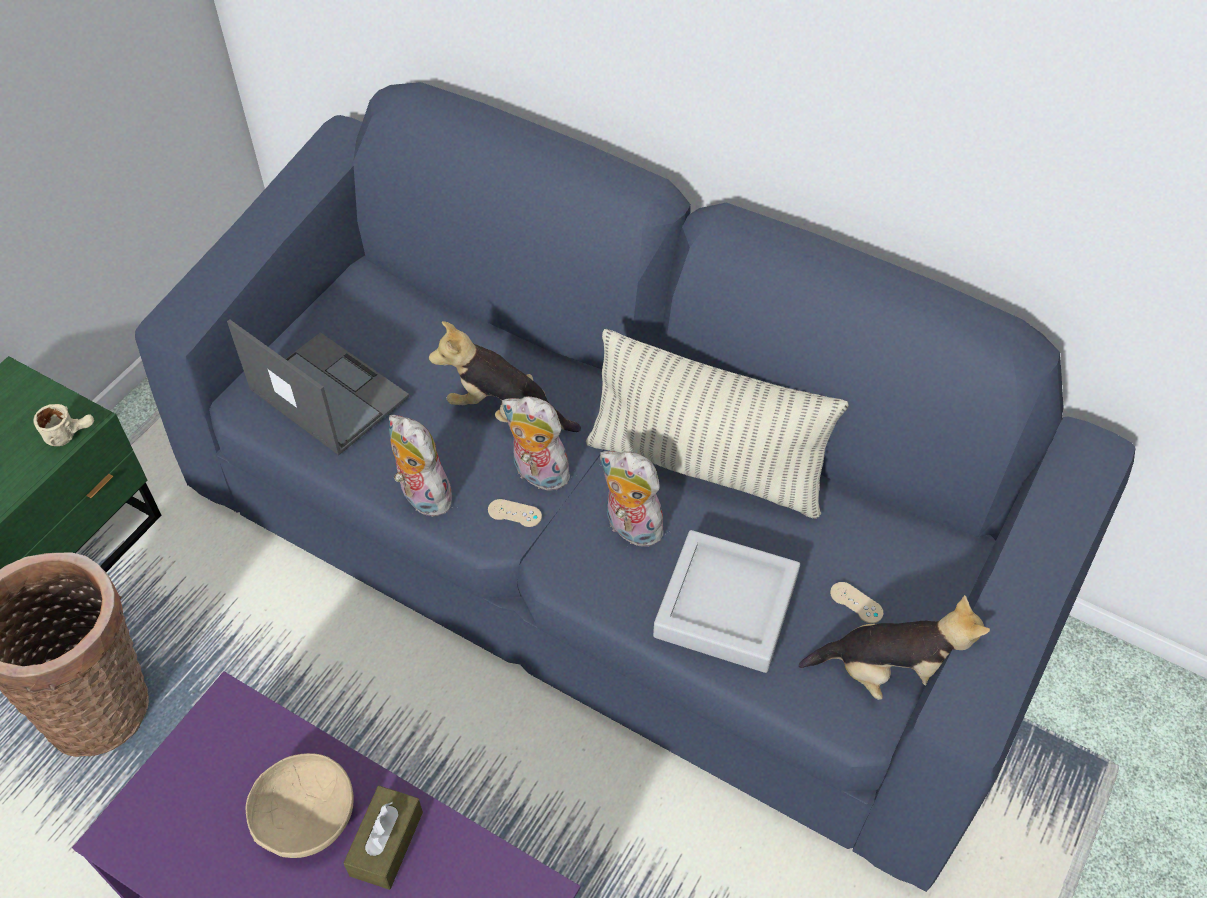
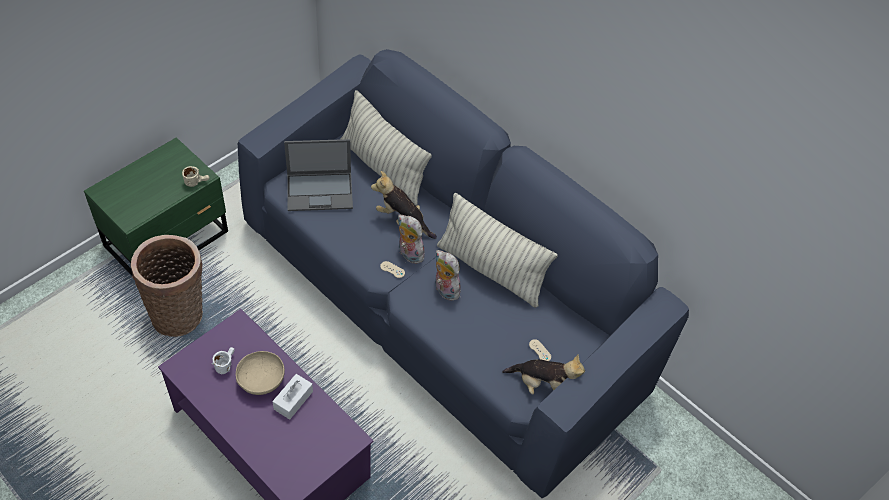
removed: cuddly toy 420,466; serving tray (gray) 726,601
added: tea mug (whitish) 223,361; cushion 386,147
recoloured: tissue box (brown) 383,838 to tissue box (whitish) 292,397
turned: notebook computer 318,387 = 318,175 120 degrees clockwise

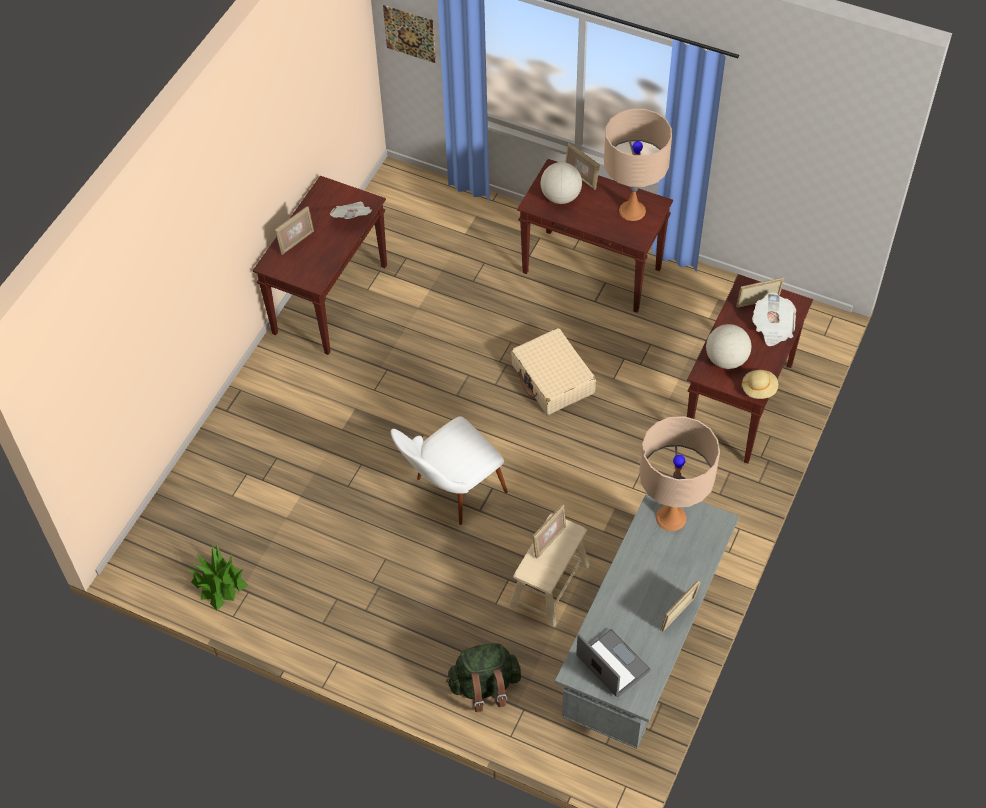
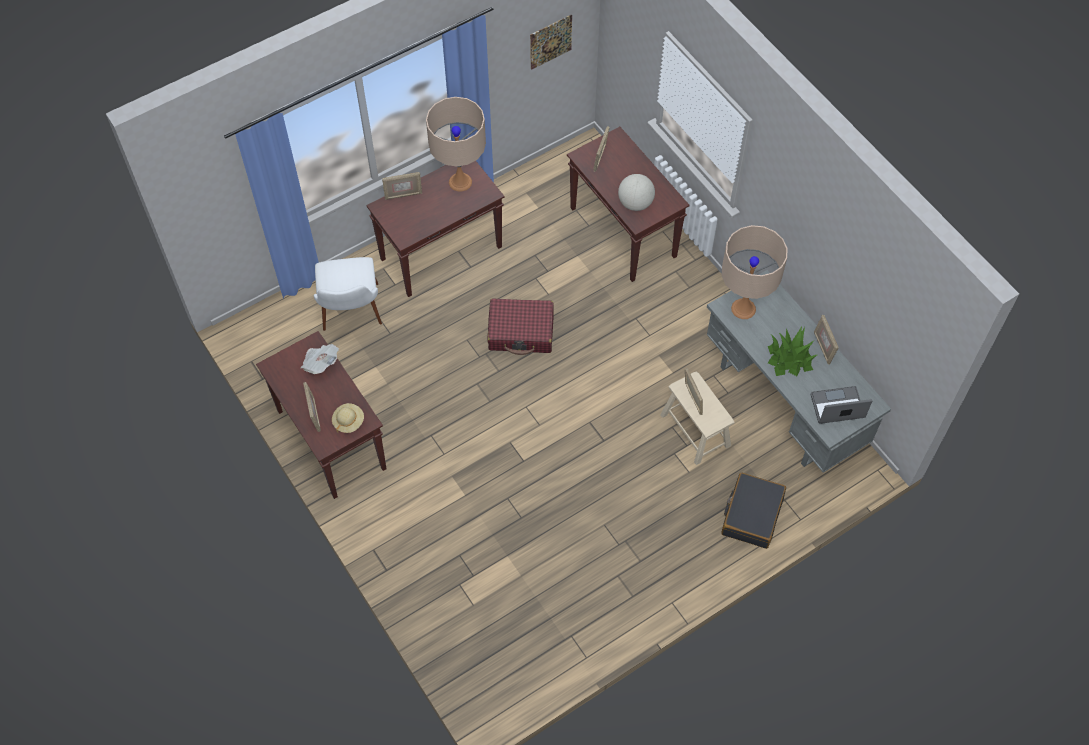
removed: desk globe 561,183; newspaper 774,319
moved: houseplant 217,577 to 792,351; wall picture 409,34 to 551,42; upright chair (whitish) 449,470 to 348,294; clothing hat (sand-coloured) 759,384 to 348,418
replaced: knapsack (green-coloured) 483,677 to suitcase (black-coloured) 753,510
recoloured: suitcase (sand-coloured) 553,371 to suitcase (red) 521,326

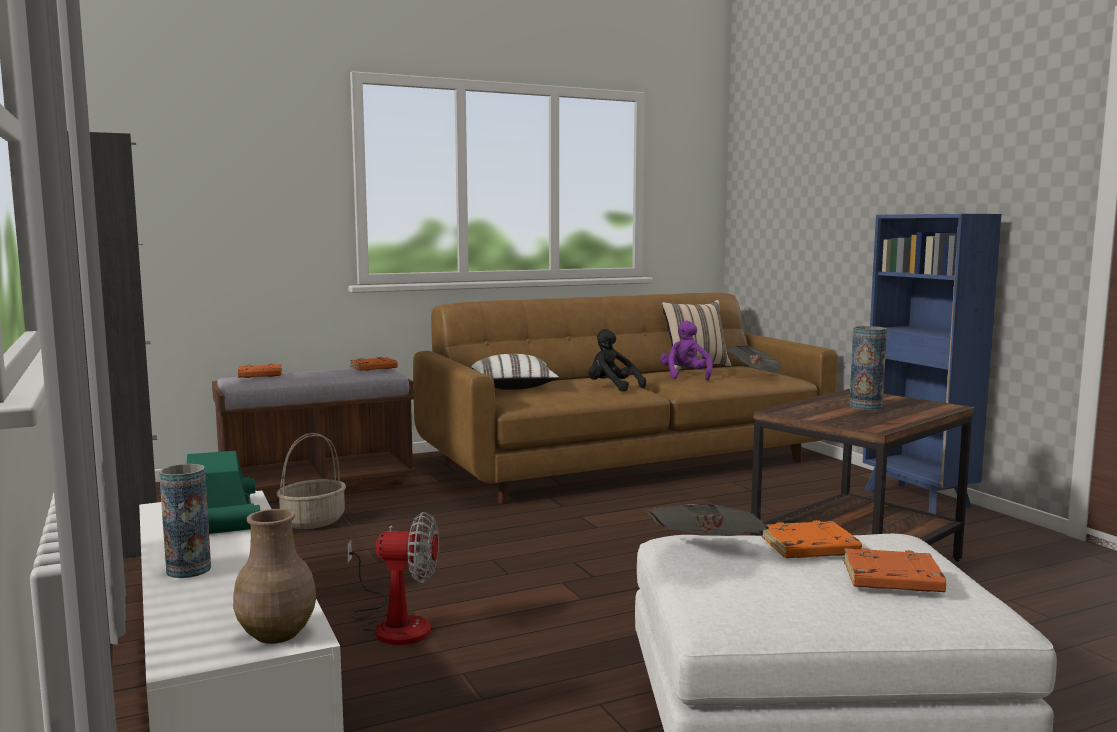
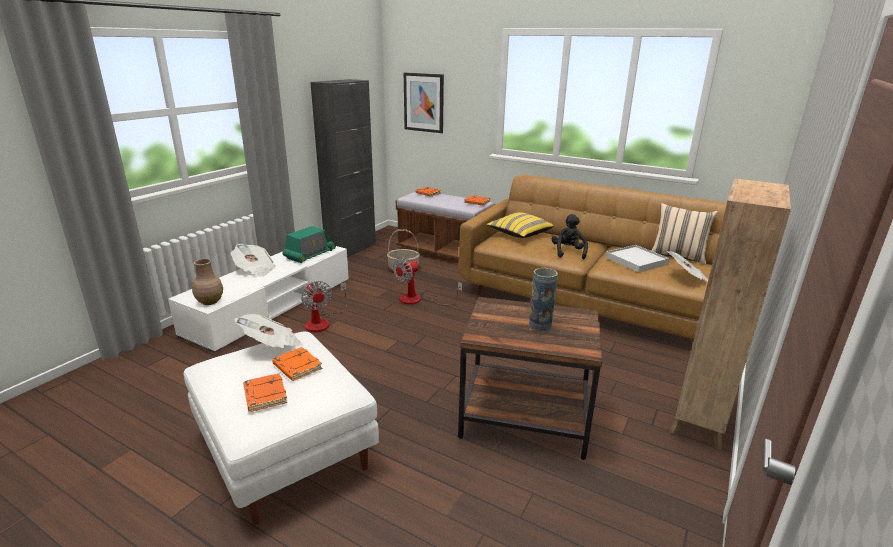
added: electric fan 427,281; wall picture 424,103
replaced: decorative vase 185,521 to newspaper 253,260; cuddly toy (purple-coloured) 686,350 to serving tray (whitish) 637,258
recoloured: cushion (whitish) 515,372 to cushion (yellow) 520,225; bookshelf (blue-coloured) 932,364 to bookshelf (brown) 730,313

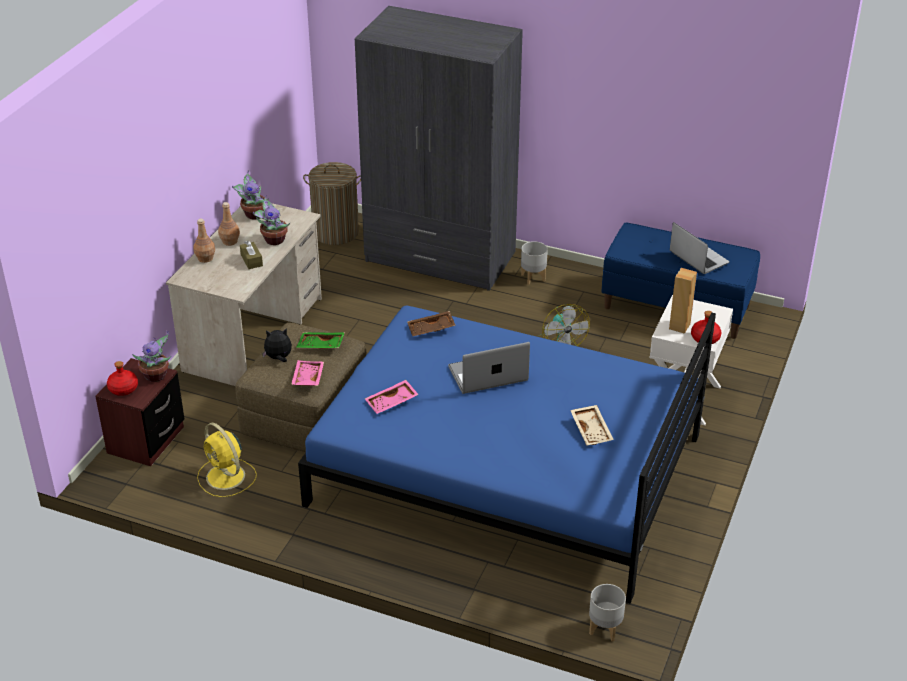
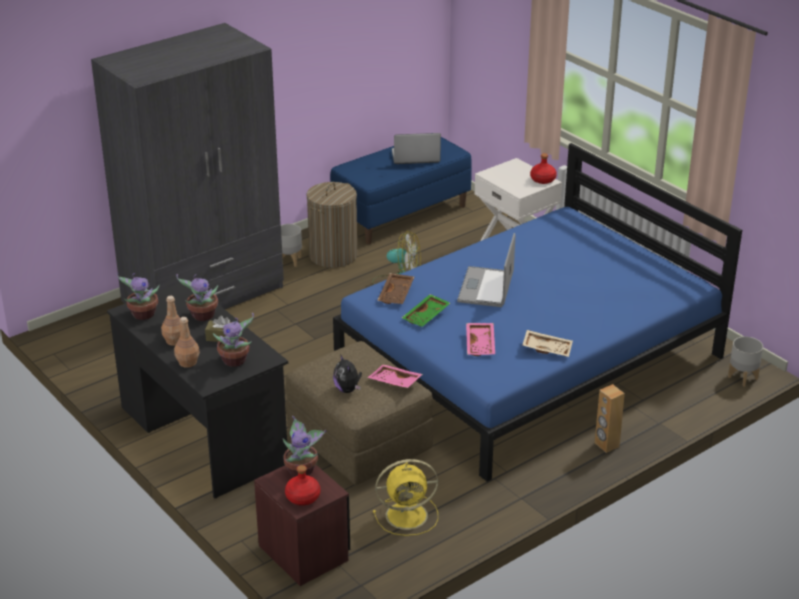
added: houseplant 233,340
moved: serving tray (green-coloured) 320,340 to 426,310; hamper 332,203 to 332,225; serving tray (sand-coloured) 592,425 to 547,343; audio speaker (brown) 683,301 to 610,418
recoloured: desk (sand-coloured) 244,294 to desk (black-coloured) 197,389
turned: cuddly toy 277,345 = 347,373 45 degrees counterclockwise

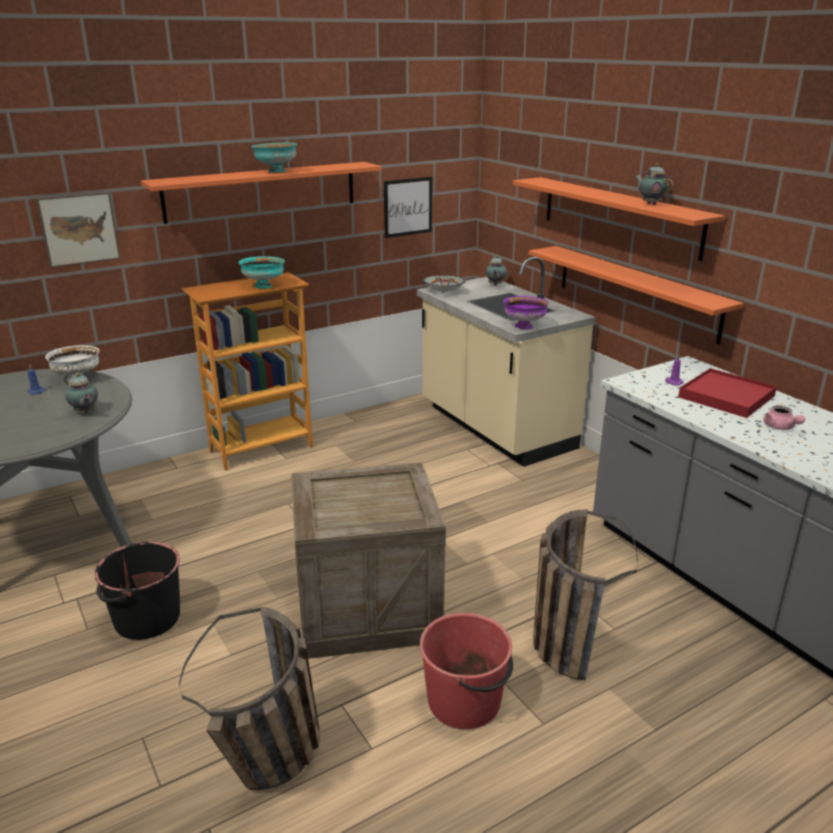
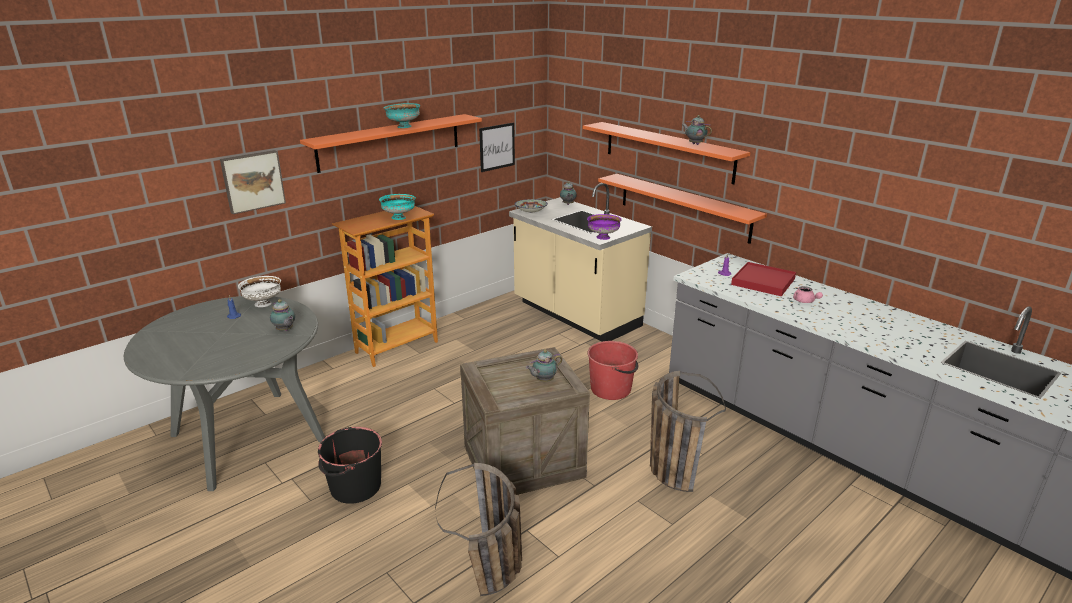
added: pot for tea 544,366
moved: bucket (red) 466,671 to 613,370

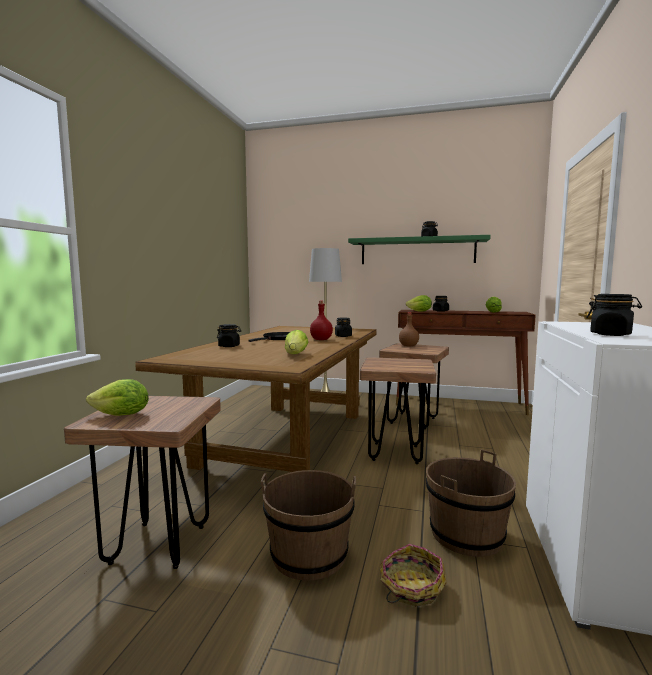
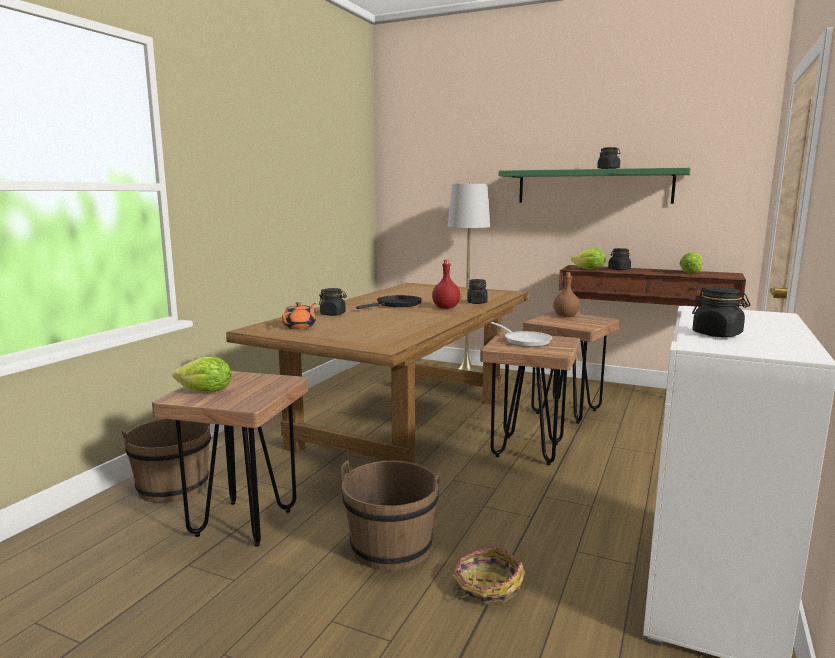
removed: head of lettuce 296,342
added: pot for tea (orange-coloured) 299,315; skillet 521,334
moved: bucket (brown) 471,503 to 166,461

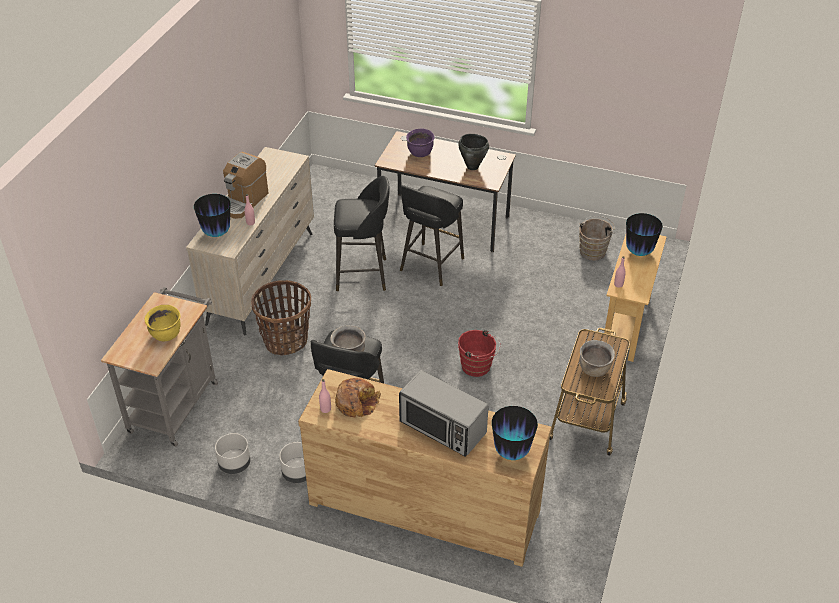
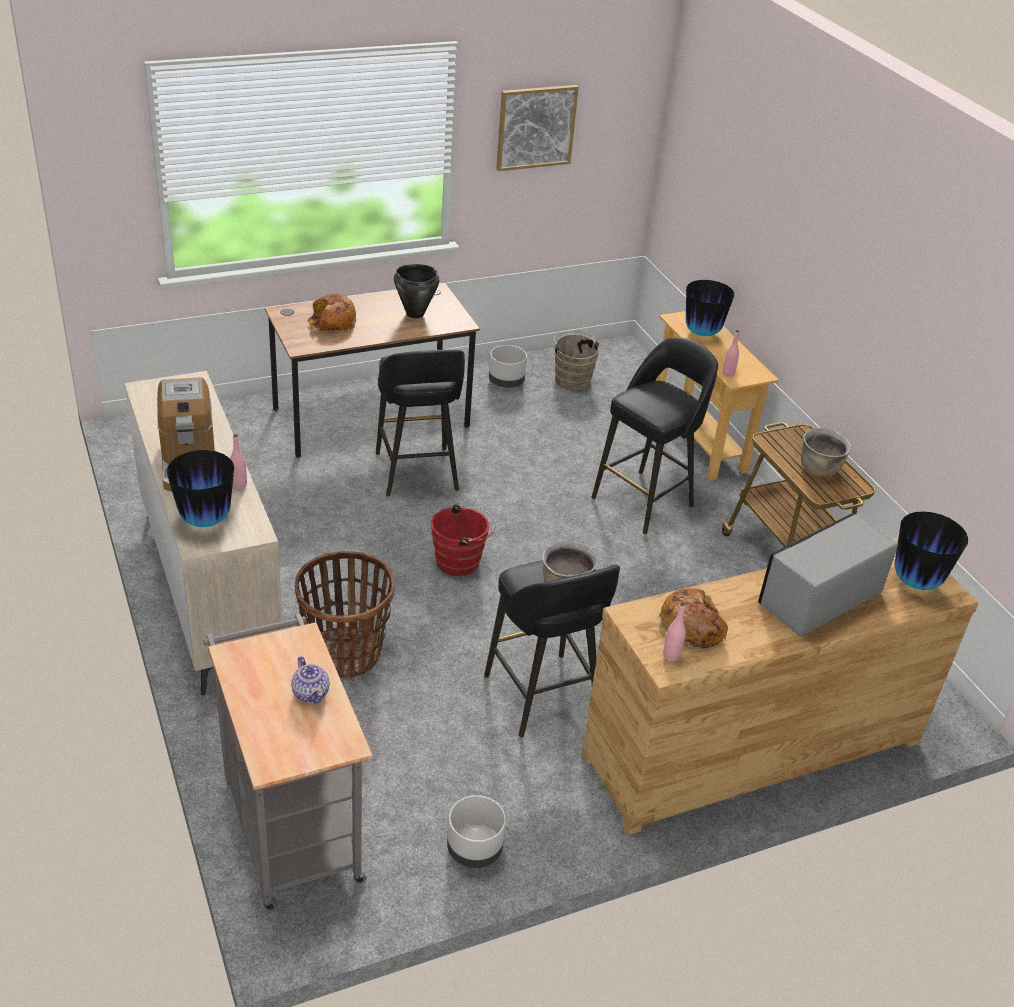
added: wall picture 537,128
moved: plant pot (gray) 292,462 to 508,366; stool seat (black-coloured) 362,233 to 655,435; bucket (red) 479,353 to 464,540
replaced: stockpot (yellow) 163,323 to pot for tea 310,680; stockpot (purple-coloured) 420,142 to baked bread 332,312
turned: microwave oven 444,413 = 828,575 150 degrees clockwise

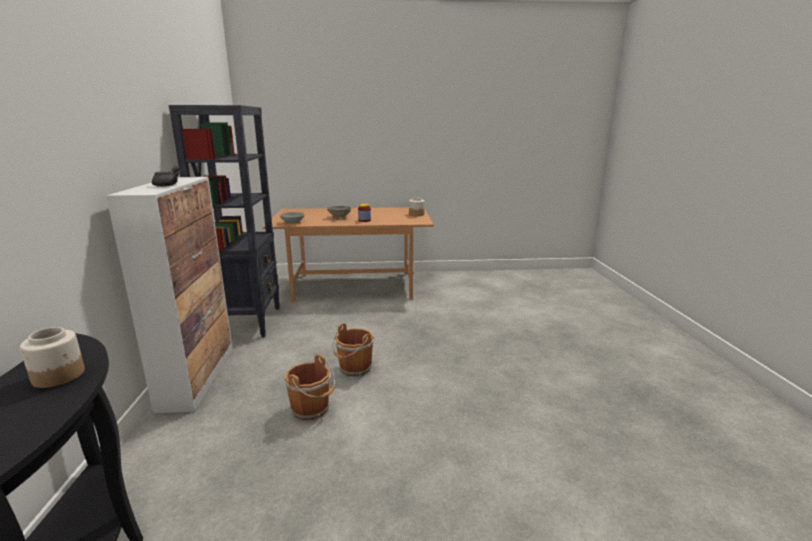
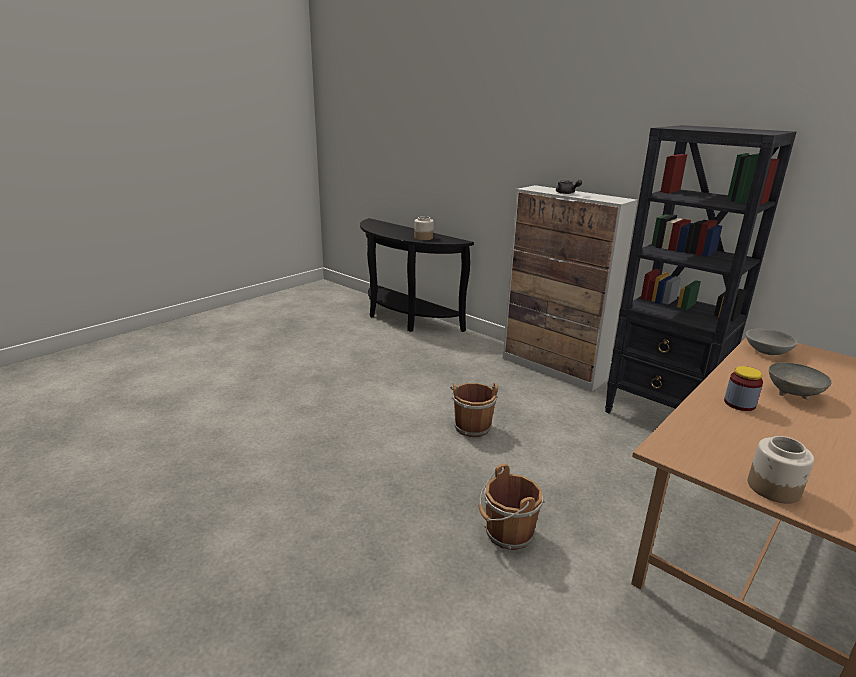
moved: bucket (brown) 310,387 to 512,507

